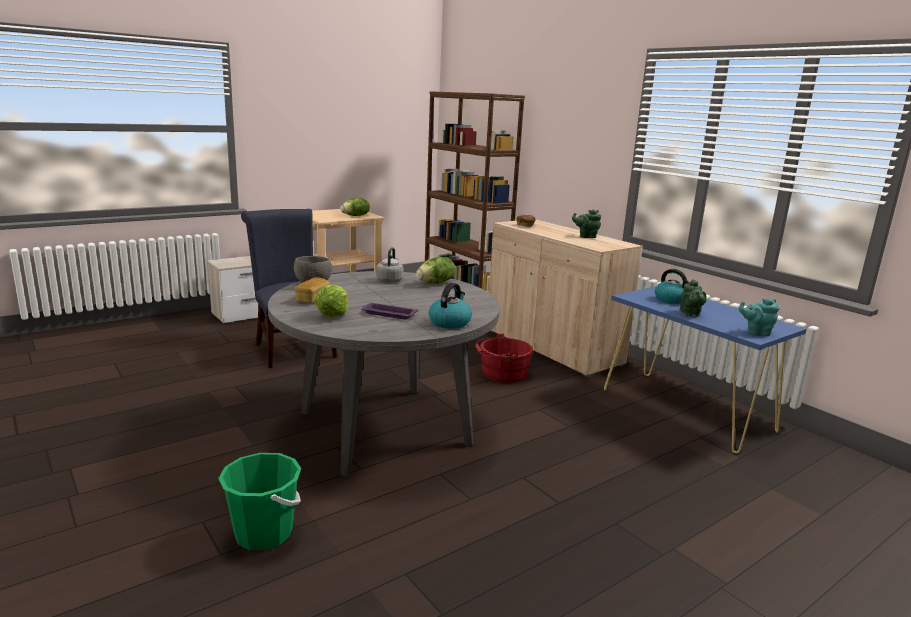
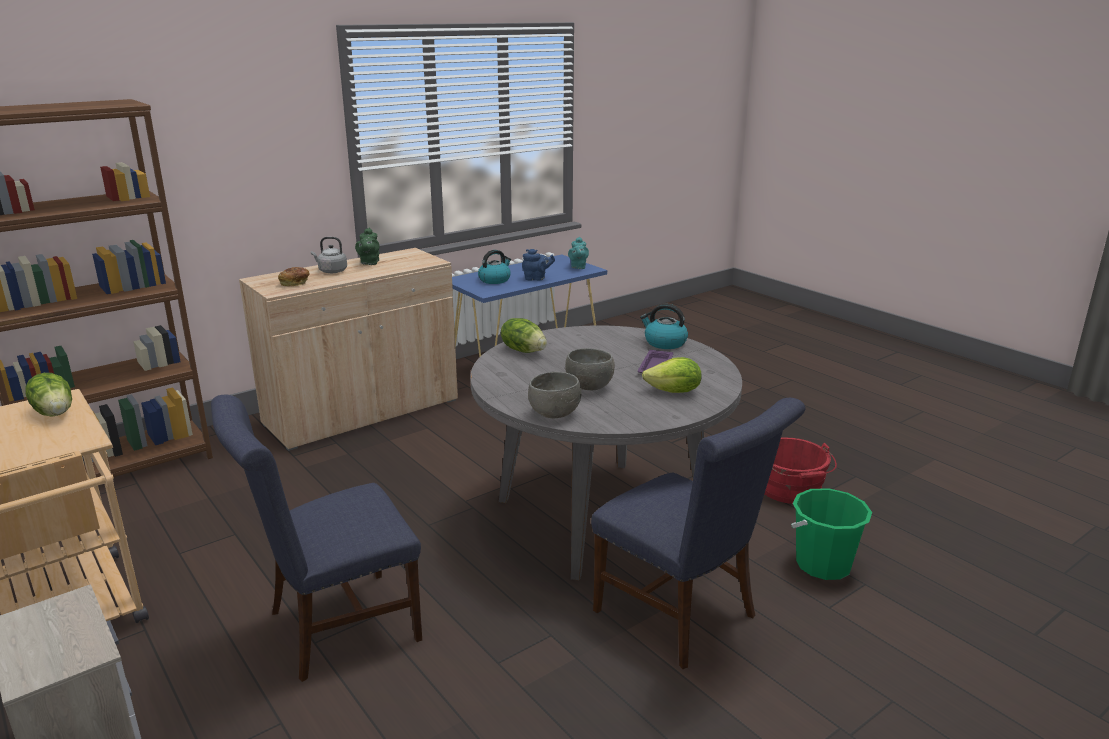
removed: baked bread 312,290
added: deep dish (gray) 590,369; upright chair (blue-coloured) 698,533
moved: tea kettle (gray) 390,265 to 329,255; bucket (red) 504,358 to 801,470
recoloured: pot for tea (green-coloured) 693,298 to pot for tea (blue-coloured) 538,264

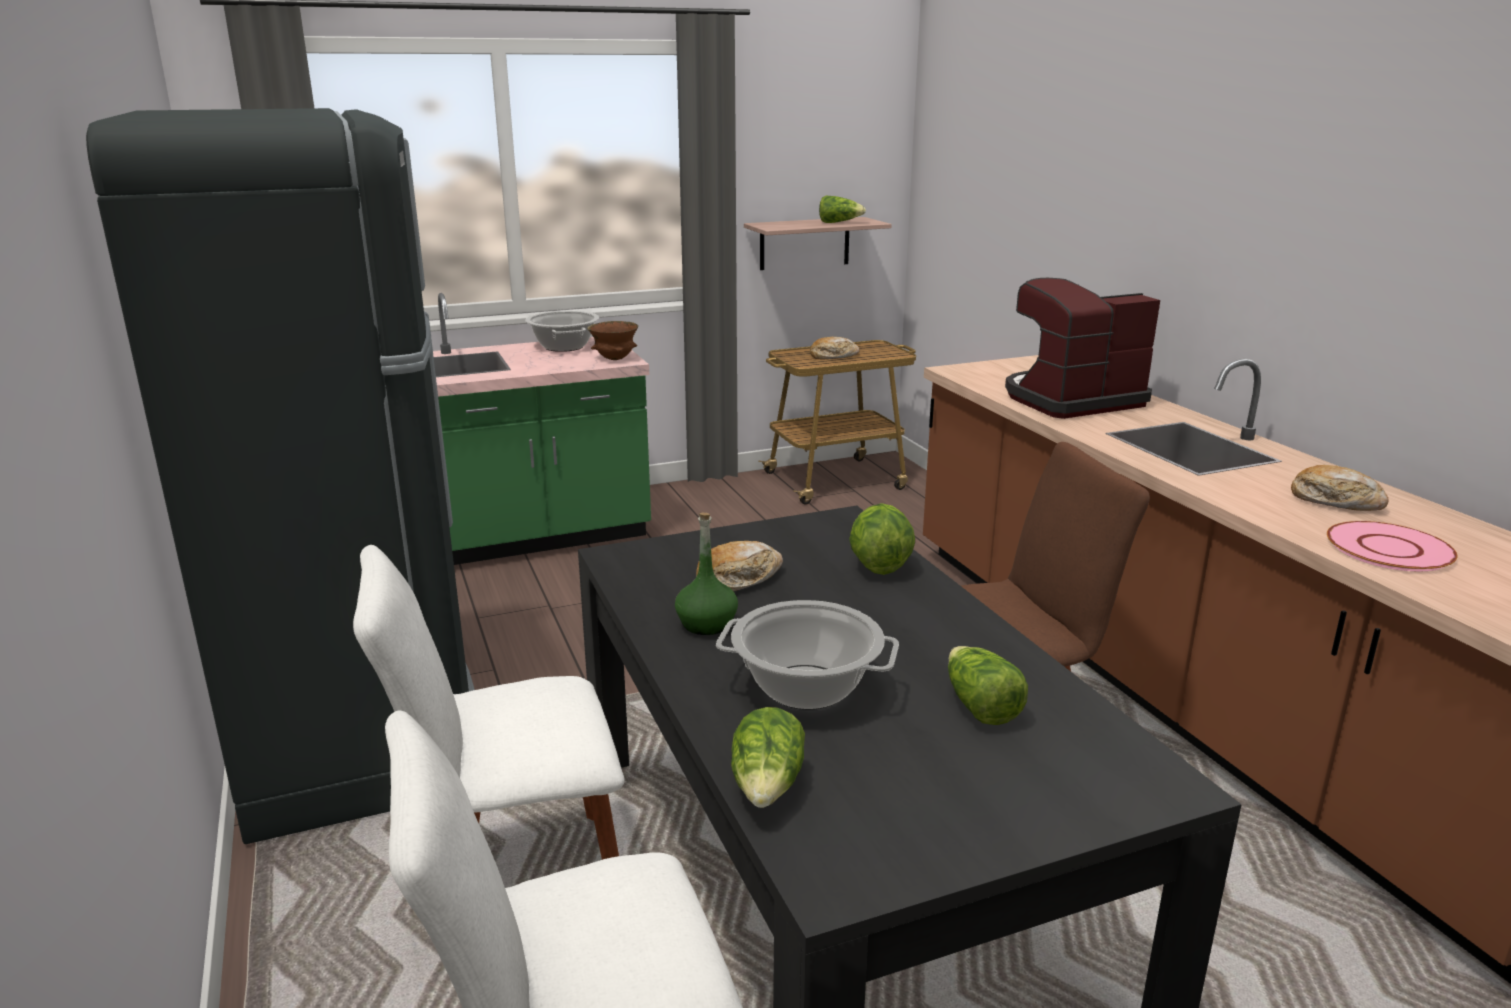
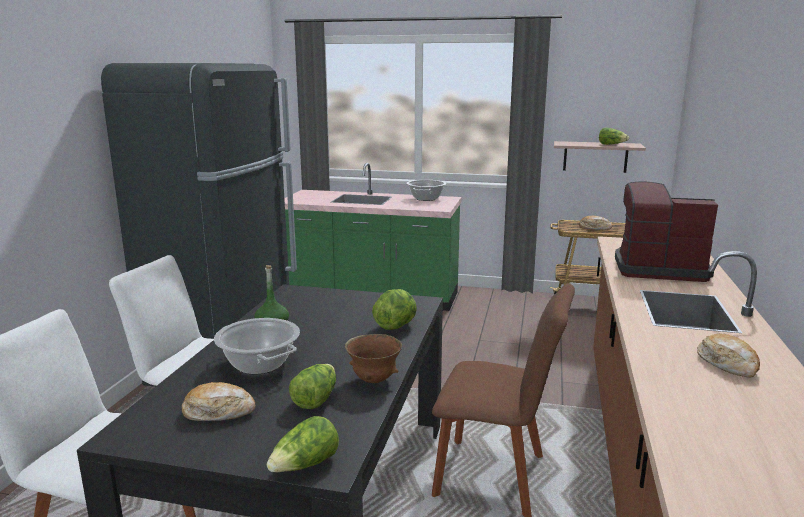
removed: flat dish (pink) 1392,546
moved: deep dish (brown) 612,340 to 373,358; baked bread 739,566 to 218,401; head of lettuce 768,757 to 303,444

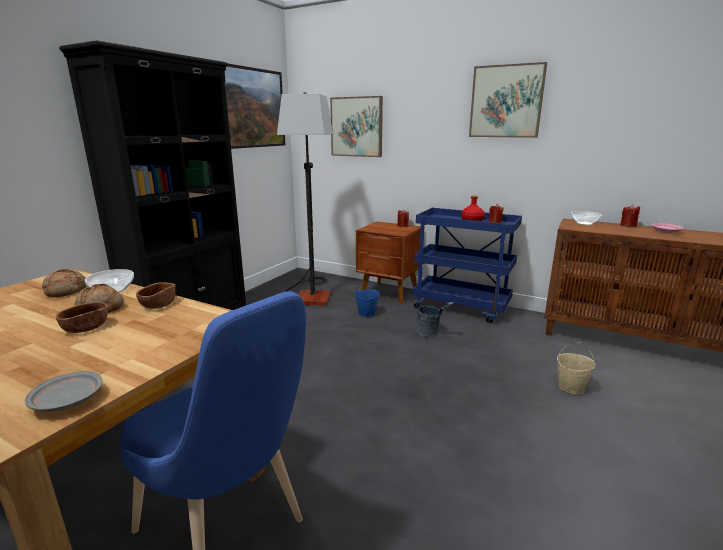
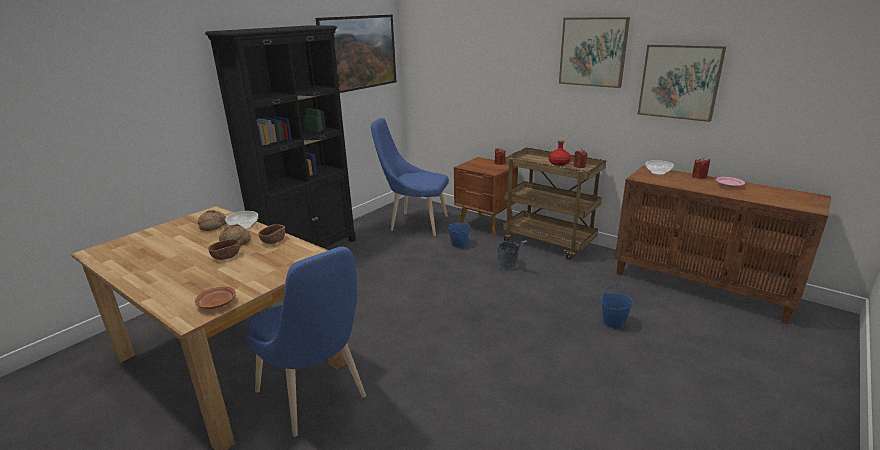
moved: wall picture 356,126 to 682,83
replaced: floor lamp 305,199 to upright chair (blue-coloured) 410,177
recoloured: flat dish (gray) 63,391 to flat dish (brown) 215,298; wheeled cart (blue-coloured) 467,265 to wheeled cart (brown) 554,204; bucket (sand-coloured) 576,368 to bucket (blue-coloured) 617,306

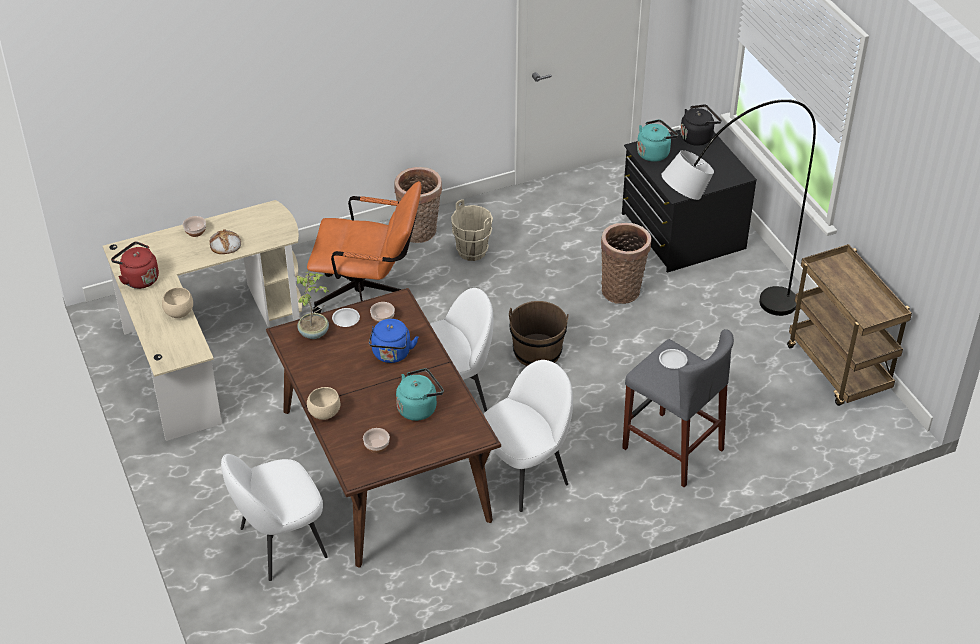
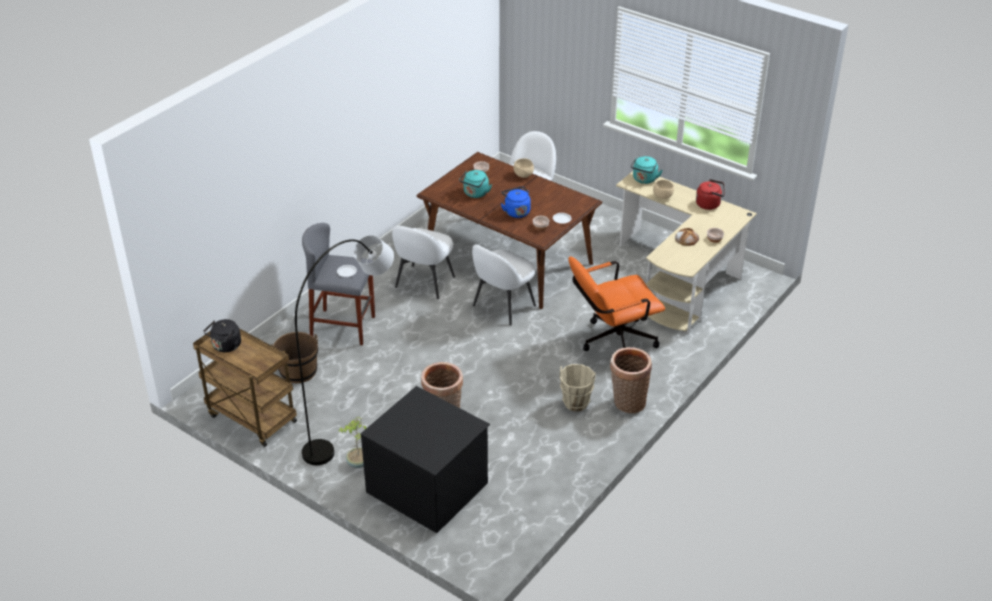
moved: houseplant 313,305 to 352,442; bucket (brown) 539,333 to 294,357; tea kettle (blue-green) 657,140 to 647,170; tea kettle (black-coloured) 701,125 to 222,335

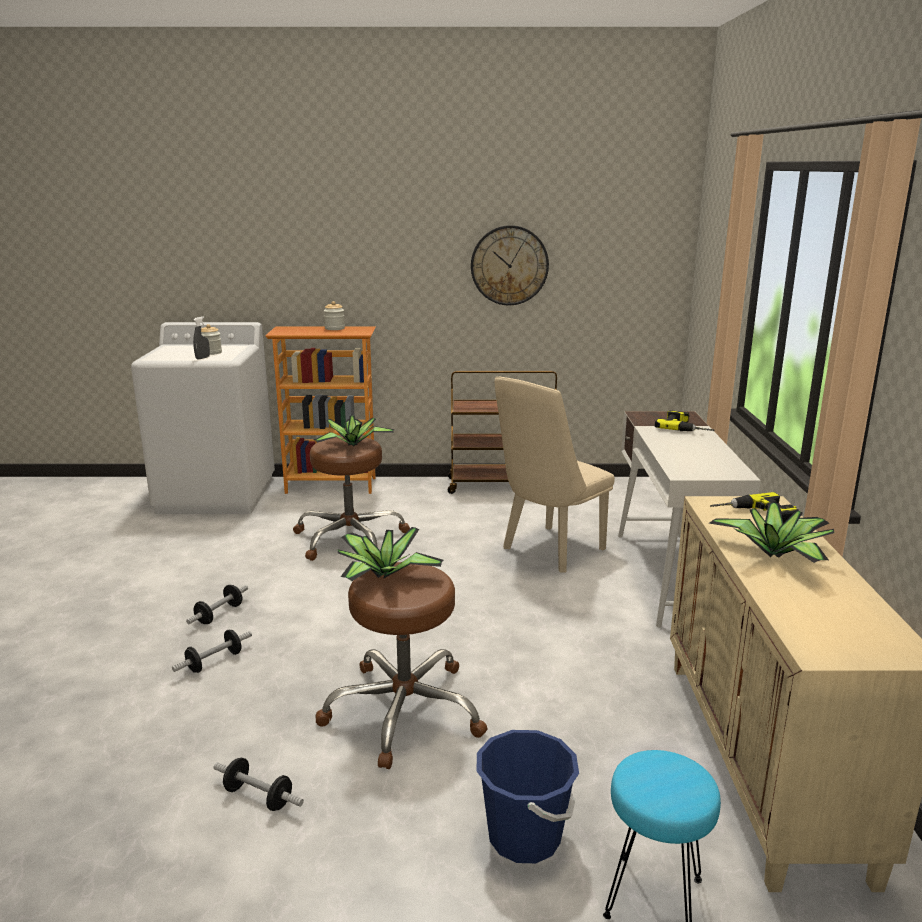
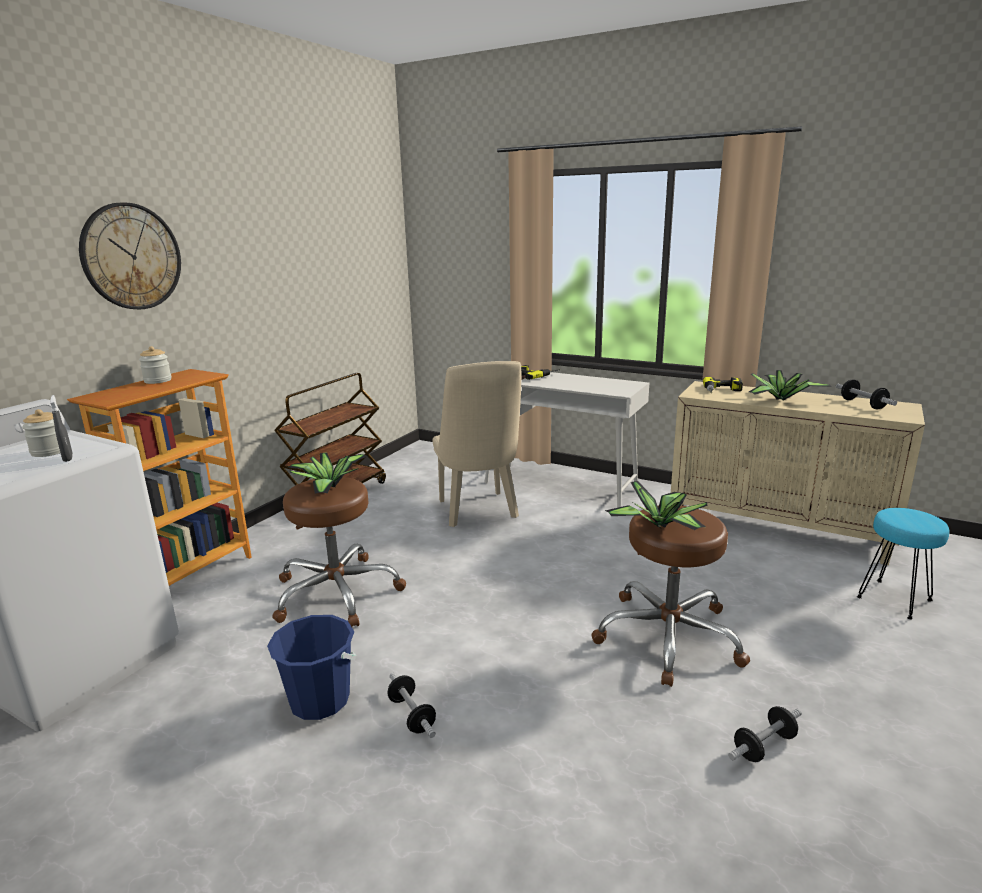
moved: free weight 212,651 to 866,394; wall clock 510,265 to 130,256; bucket (blue-coloured) 528,796 to 311,667

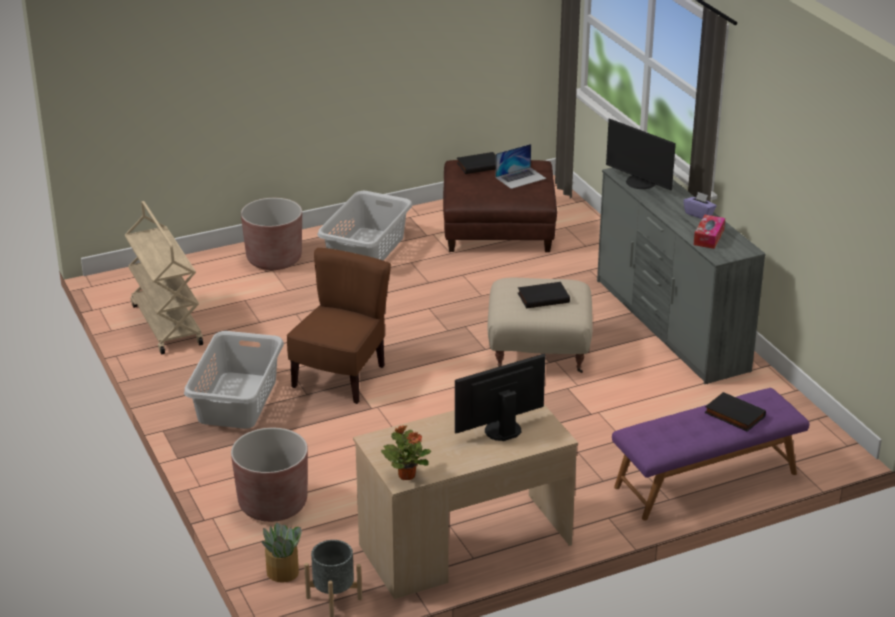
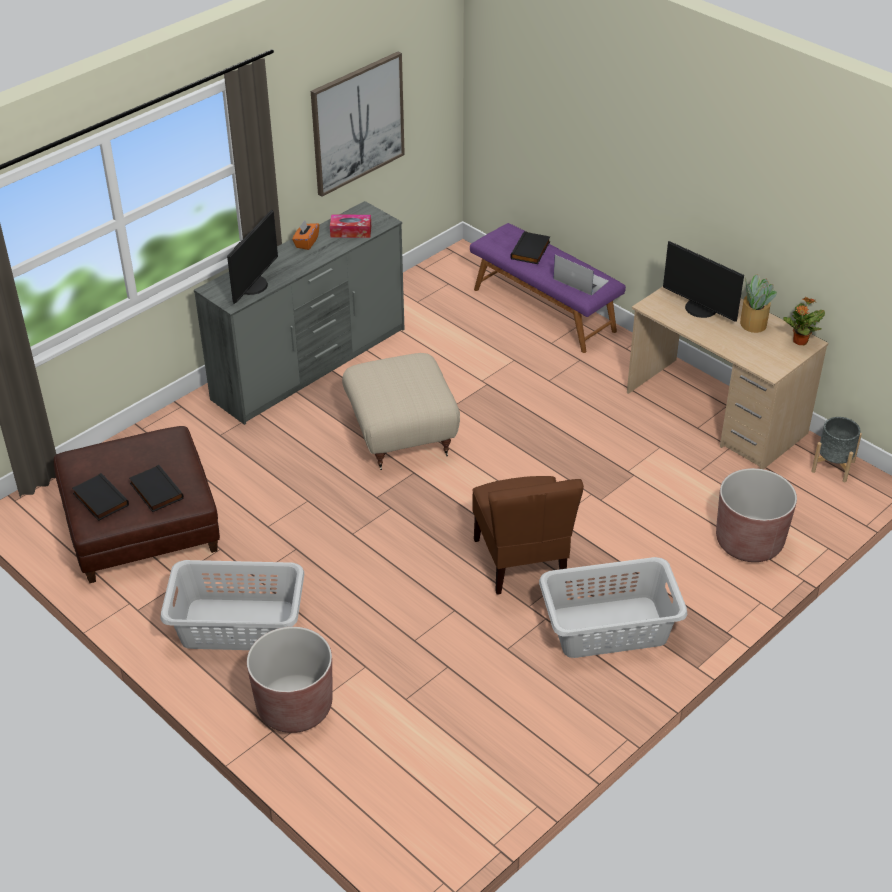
removed: wheeled cart (sand-coloured) 164,278
added: wall picture 358,124
moved: houseplant 282,552 to 758,303; notebook computer 520,166 to 581,275; volume (black-coloured) 544,295 to 156,488
recoloured: tissue box (purple-coloured) 700,205 to tissue box (orange-coloured) 305,235
turned: upright chair (brown) 339,326 = 528,535 105 degrees counterclockwise

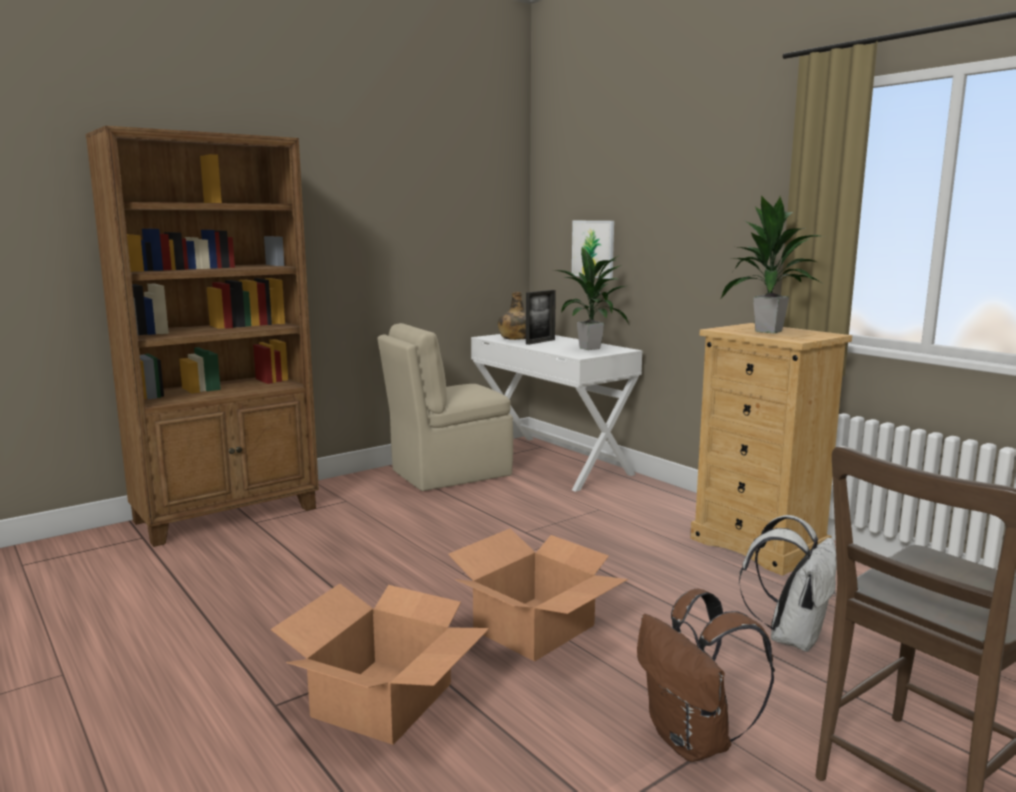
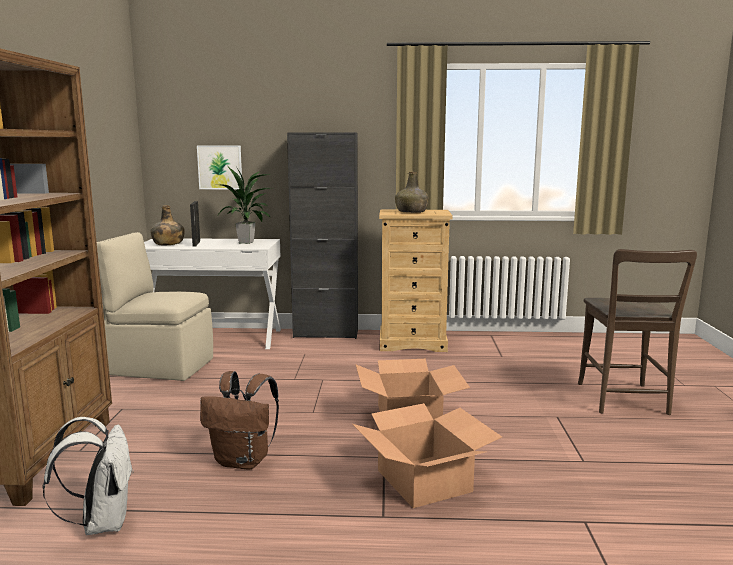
added: cupboard (black-coloured) 322,235
moved: knapsack (brown) 706,675 to 239,420; knapsack (whitish) 788,583 to 88,476
replaced: houseplant 771,264 to bottle (green-coloured) 412,192
turned: upright chair (sand-coloured) 445,407 = 155,306 90 degrees clockwise

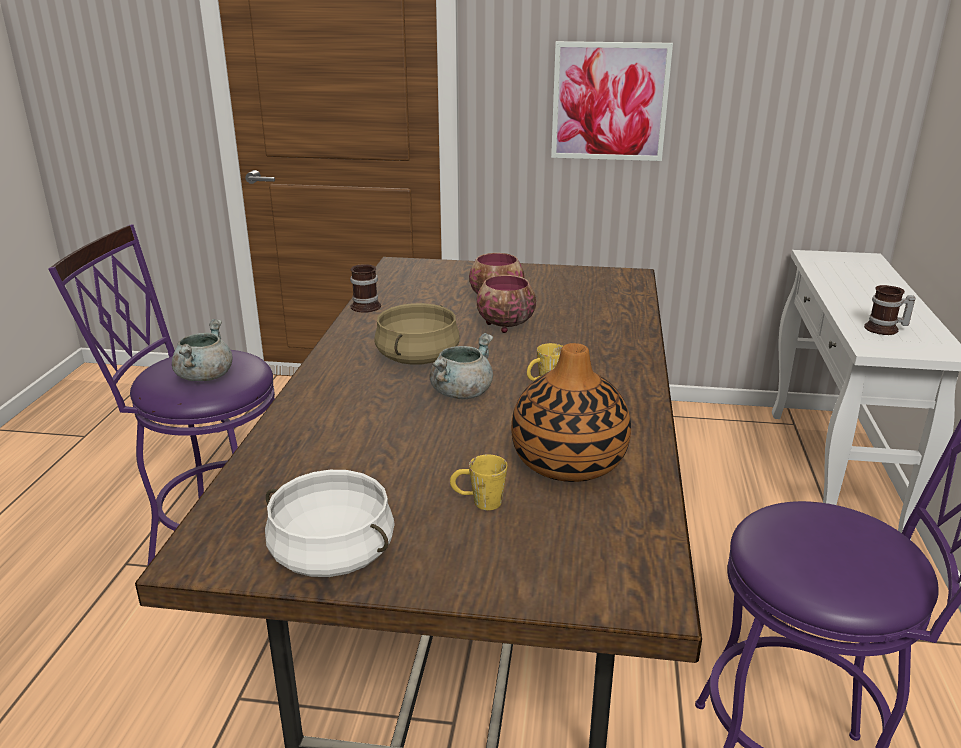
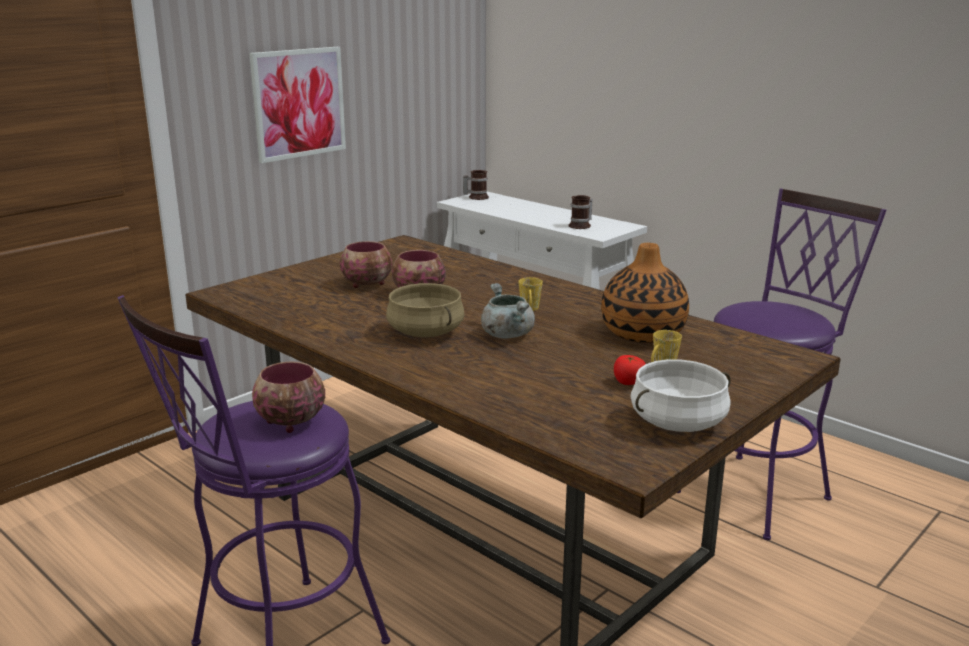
added: whole tomato 630,370
moved: tea mug 365,288 to 476,185
replaced: stockpot (gray) 202,350 to deep dish 288,397

